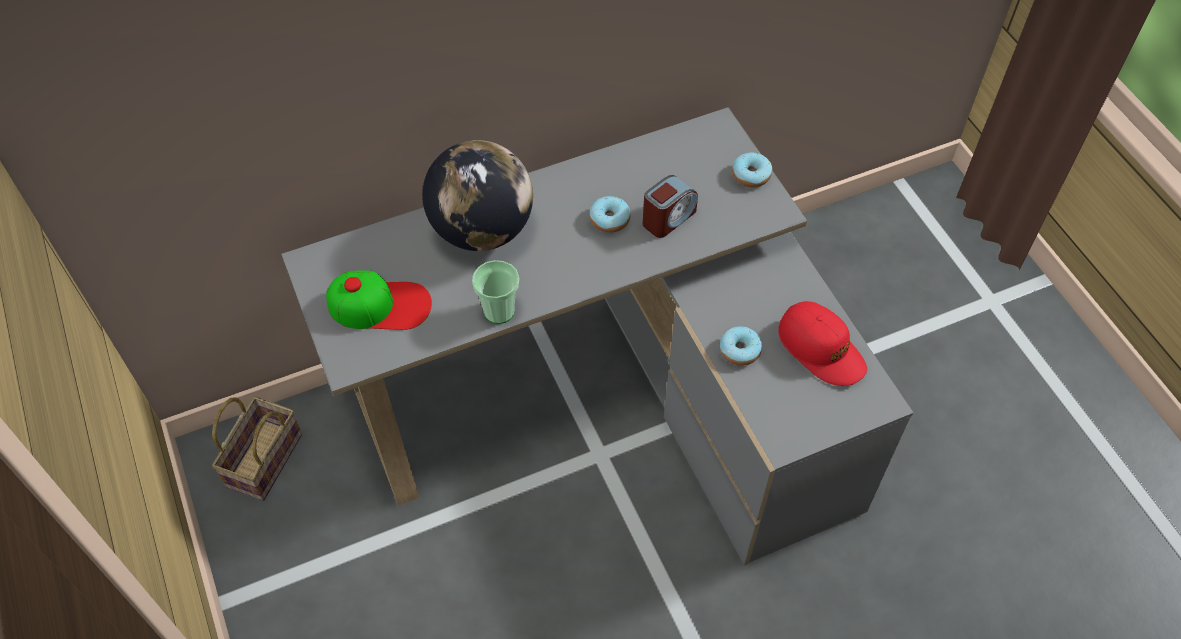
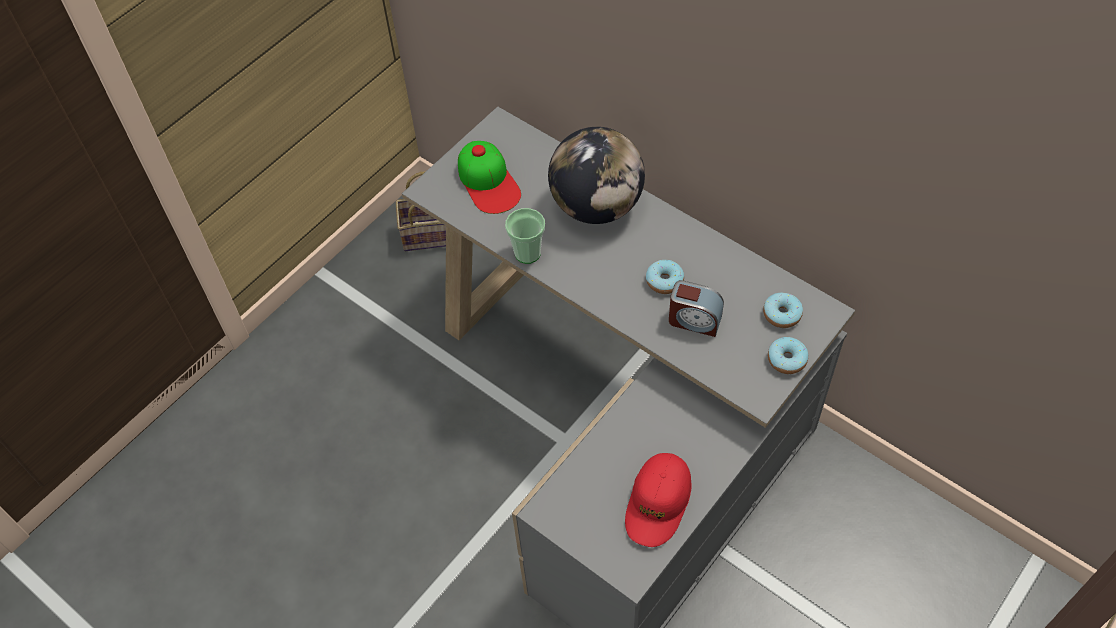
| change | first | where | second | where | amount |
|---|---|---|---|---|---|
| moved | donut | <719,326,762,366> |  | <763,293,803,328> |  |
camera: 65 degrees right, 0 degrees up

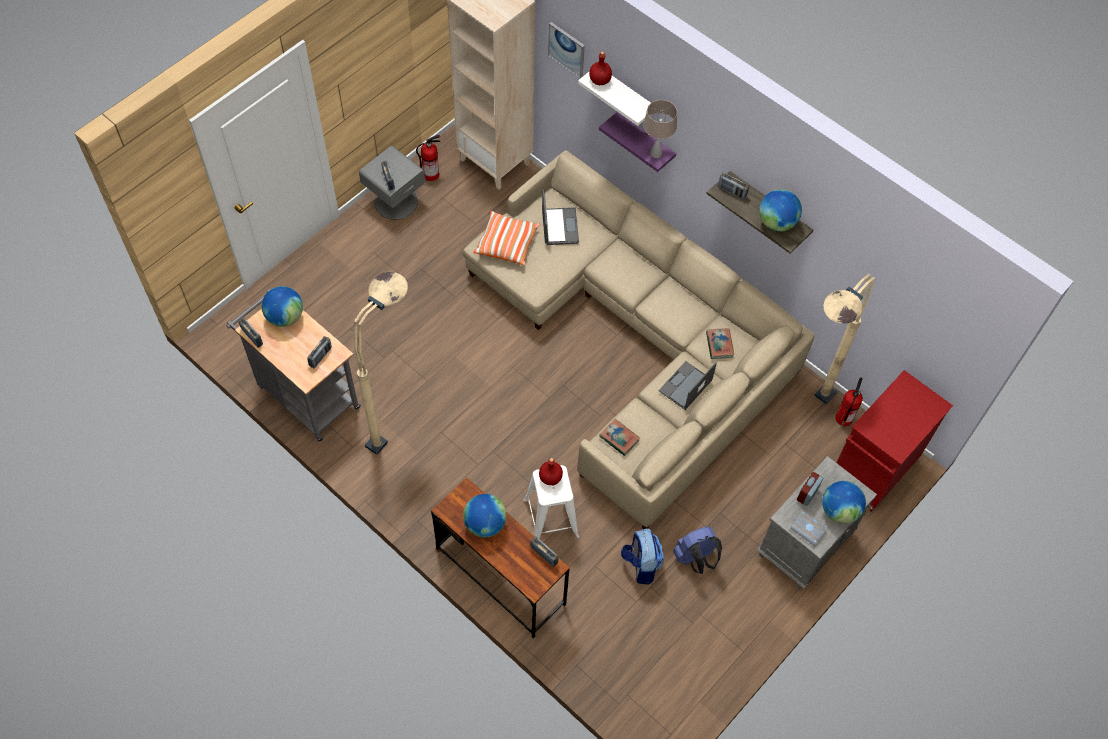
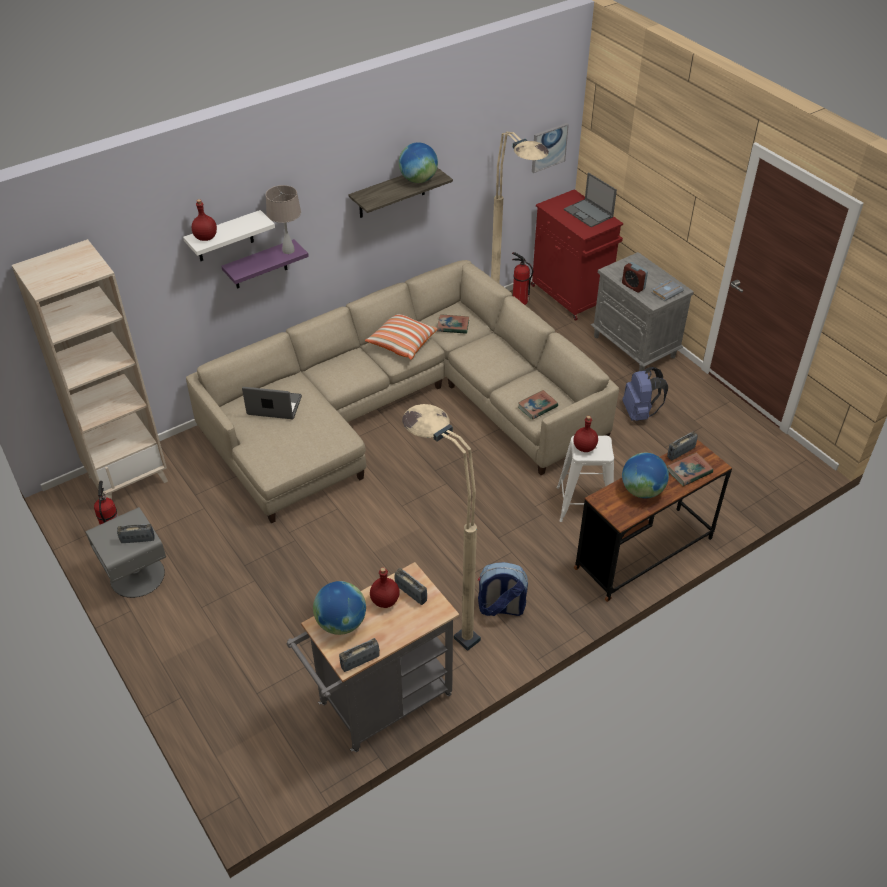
| change | first | where | second | where | amount |
|---|---|---|---|---|---|
| moved | pillow | <473,211,540,265> |  | <365,314,438,360> |  |
| moved | wall art | <548,22,585,78> |  | <532,123,569,173> |  |
| moved | knapsack | <621,529,664,585> |  | <478,562,528,616> |  |
| moved | notebook computer | <659,361,717,410> |  | <564,173,617,227> |  |
| removed | radio receiver | <718,172,749,200> |  |  |  |
| removed | desk globe | <822,481,866,524> |  |  |  |
| added |  |  | bottle in red | <370,567,400,608> |  |
| added |  |  | book | <668,452,713,486> |  |
camera: 75 degrees left, 15 degrees down

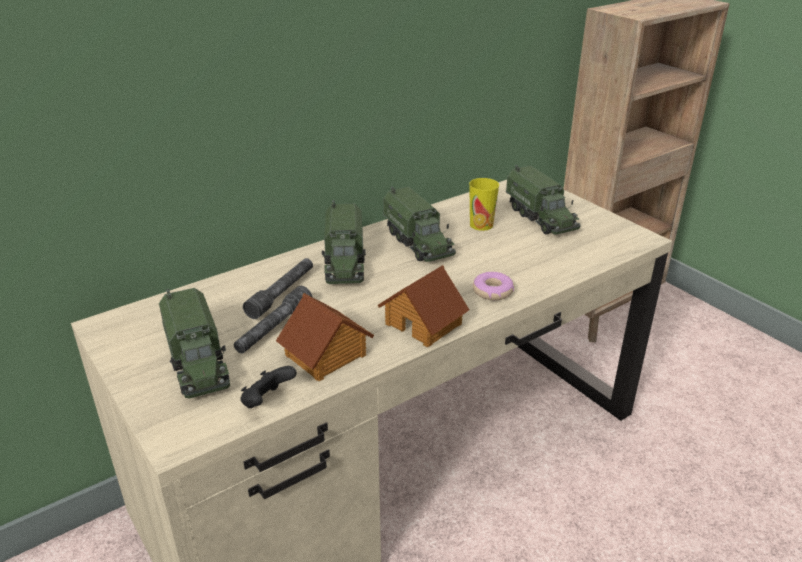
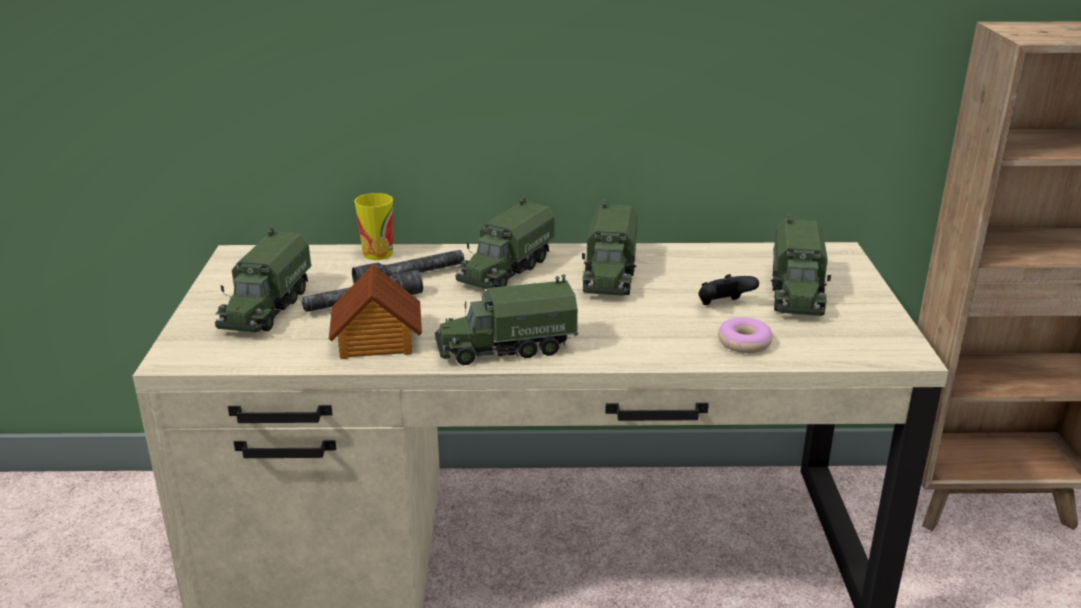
| change | first | where | second | where | amount |
|---|---|---|---|---|---|
| moved | joypad in black | <240,366,297,408> |  | <698,274,759,305> |  |
| replaced | miniature house | <377,265,469,347> | model truck | <435,274,578,365> |  |
| moved | cup | <469,178,499,231> |  | <354,193,393,260> |  |
| moved | donut | <473,272,514,301> |  | <718,317,773,353> |  |
camera: 35 degrees right, 5 degrees down

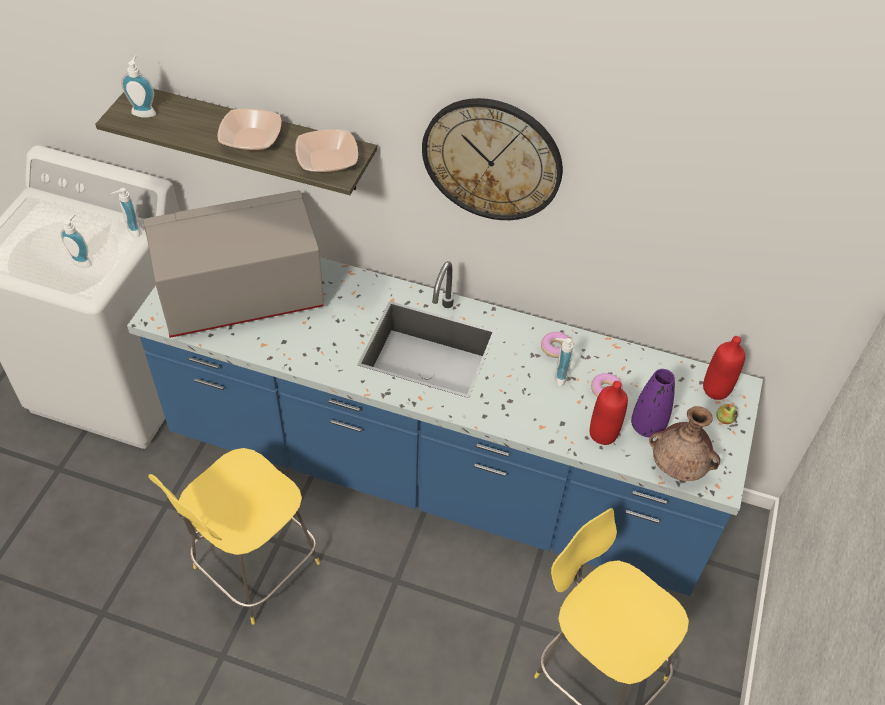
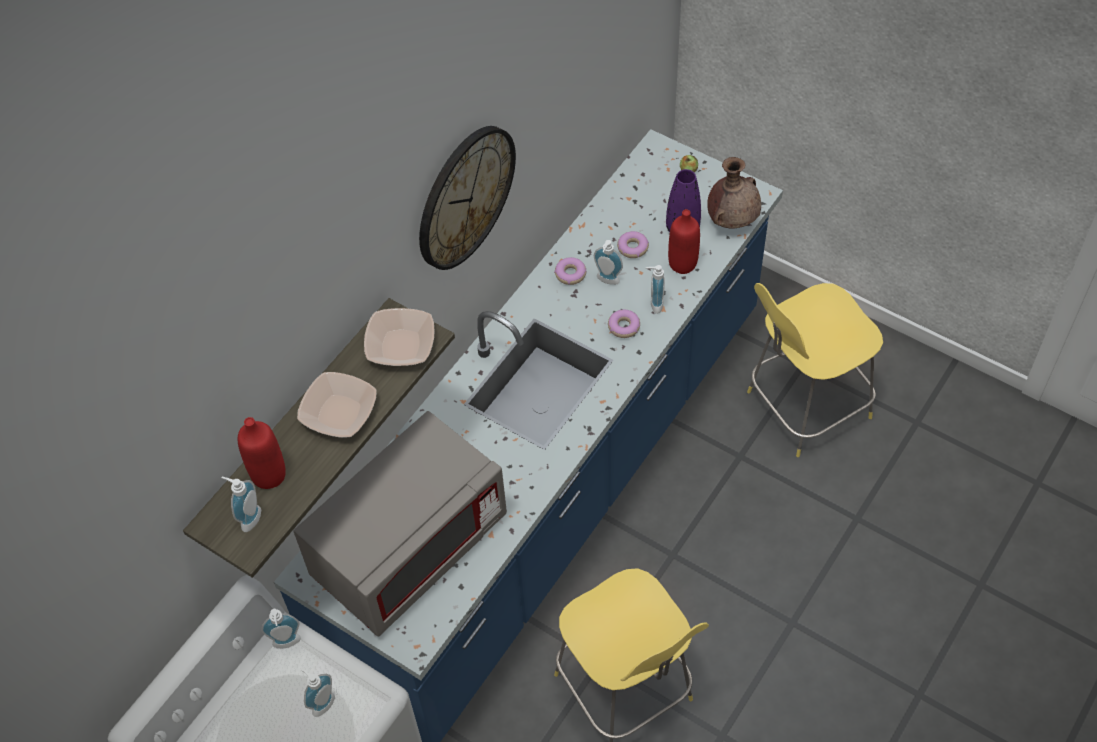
| change | first | where | second | where | amount |
|---|---|---|---|---|---|
| turned | kitchen microwave in gray | <143,190,324,338> |  | <293,411,507,636> | 135 degrees counterclockwise |
| moved | bottle in red | <703,336,745,400> |  | <238,417,286,489> |  |
| added |  |  | donut | <608,310,640,338> |  |
| added |  |  | liquid soap bottle | <646,265,665,314> |  |
camera: 70 degrees left, 5 degrees up

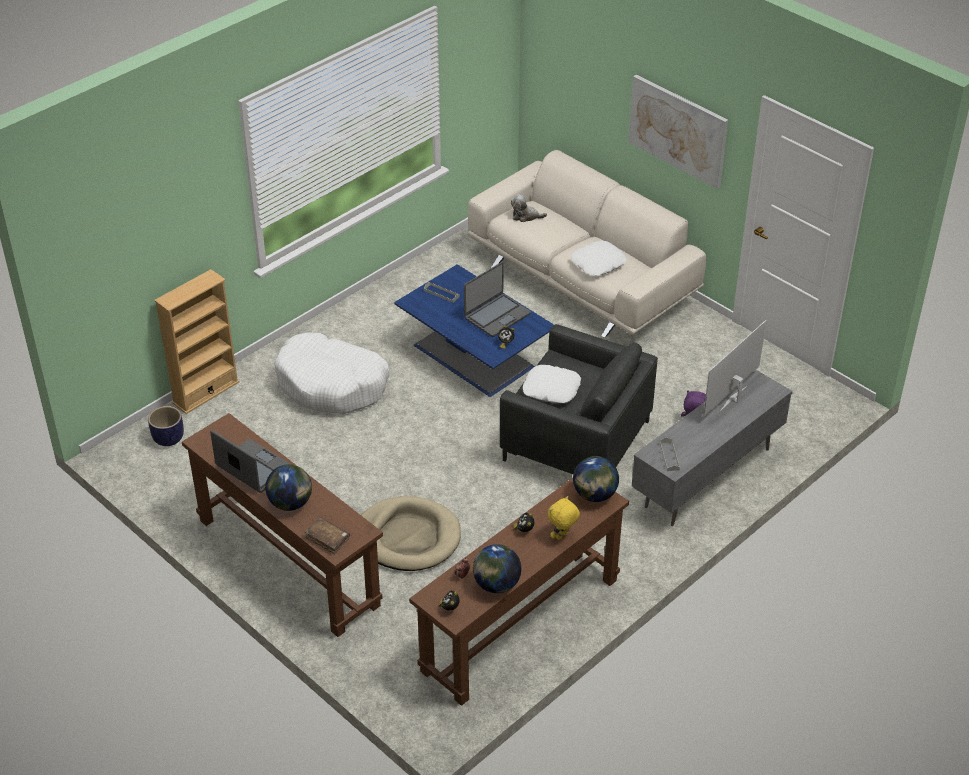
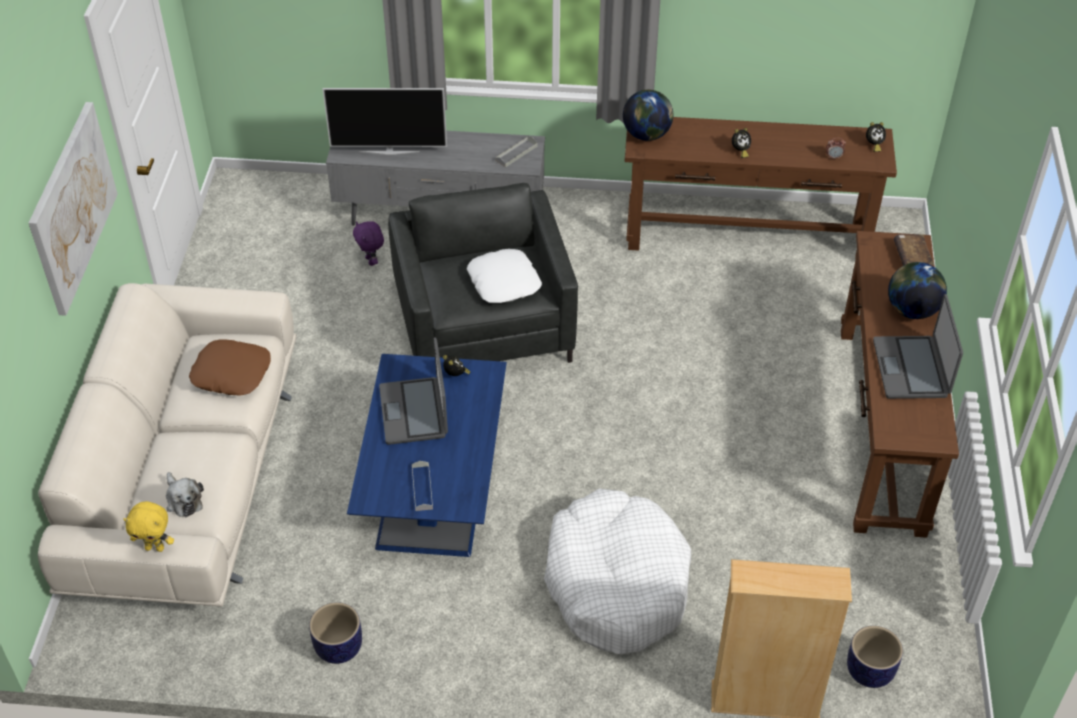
| change | first | where | second | where | amount |
|---|---|---|---|---|---|
| removed | dog bed in sand-coloured | <361,496,461,571> |  |  |  |
| turned | notebook computer | <464,262,531,337> |  | <379,337,448,445> | 105 degrees counterclockwise |
| removed | desk globe | <473,544,521,593> |  |  |  |
| moved | plush toy in yellowish | <548,496,580,540> |  | <123,501,174,552> |  |
| recoloured | pillow in whitish | <571,241,627,276> | pillow in brown | <189,339,271,396> |  |
| added |  |  | planter | <309,602,362,664> |  |
camera: 130 degrees left, 5 degrees up

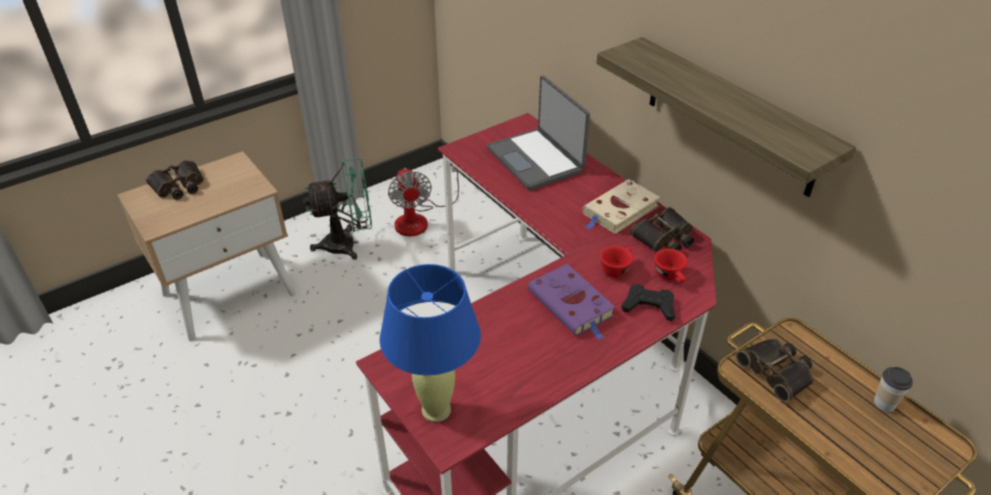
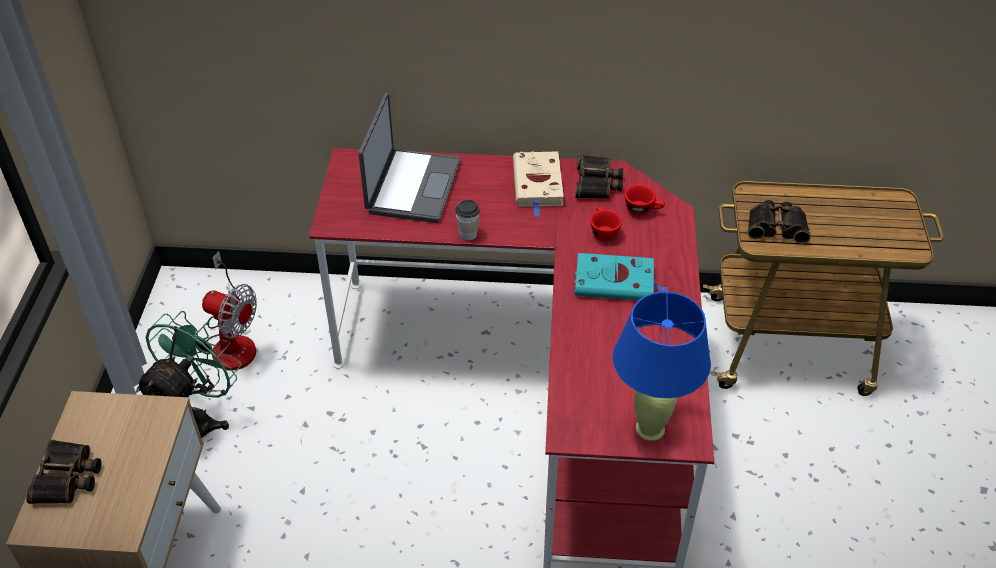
| change | first | where | second | where | amount |
|---|---|---|---|---|---|
| turned | notebook computer | <487,75,590,190> |  | <358,93,460,223> | 90 degrees counterclockwise |
| recoloured | book in purple | <528,264,615,340> | book in turquoise | <574,253,668,300> |  |
| removed | shelf | <596,37,856,197> |  |  |  |
| removed | joypad in black | <621,284,676,321> |  |  |  |
| moved | cup | <874,367,913,412> |  | <455,200,480,240> |  |
camera: 50 degrees left, 5 degrees up

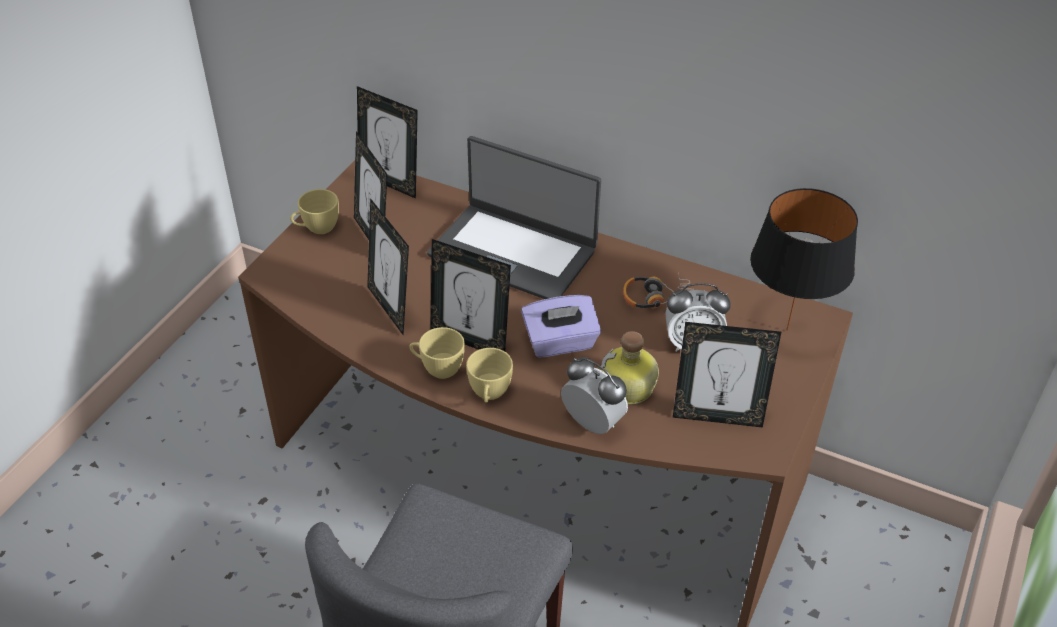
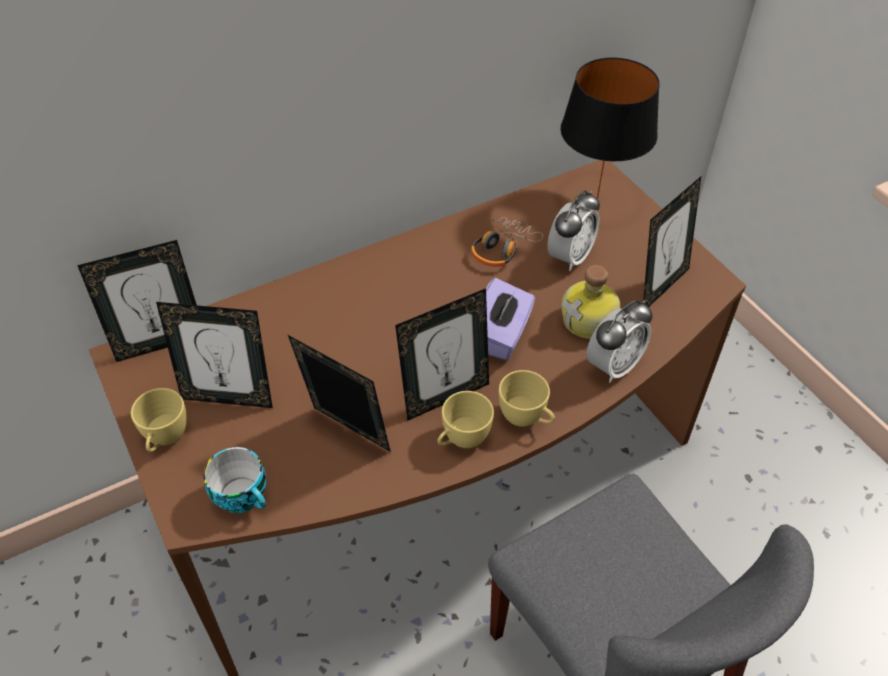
| change | first | where | second | where | amount |
|---|---|---|---|---|---|
| turned | photo frame | <367,198,409,335> |  | <288,335,391,452> | 150 degrees counterclockwise |
| removed | notebook computer | <427,136,601,299> |  |  |  |
| turned | table clock | <561,357,628,434> |  | <587,300,653,383> | 150 degrees clockwise |
| added |  |  | cup | <203,447,266,513> |  |
camera: 55 degrees left, 5 degrees up

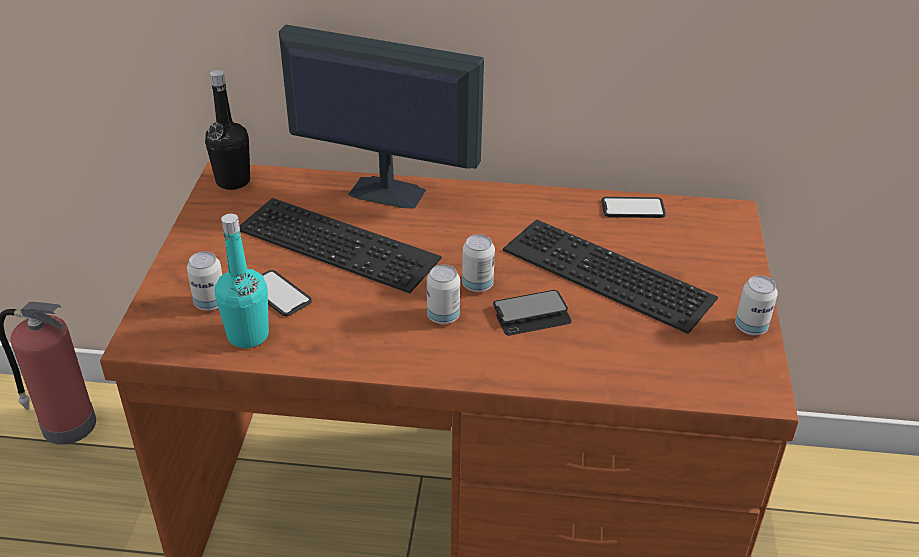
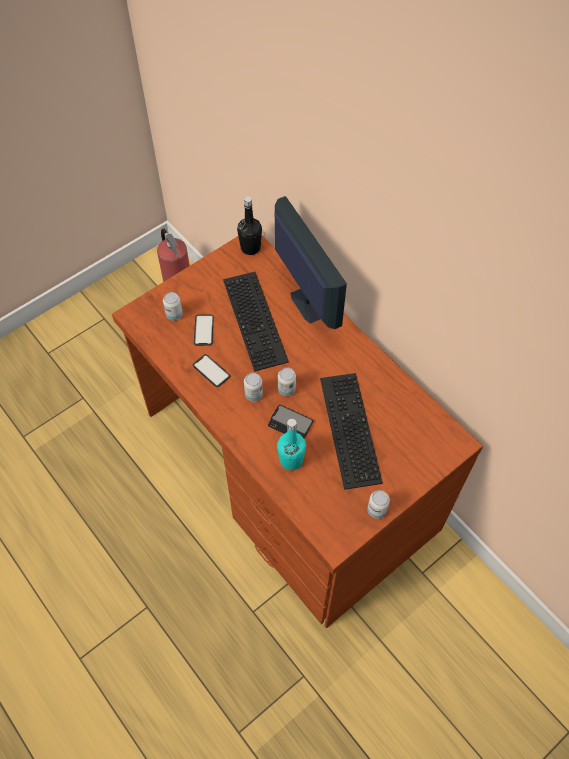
| change | first | where | second | where | amount |
|---|---|---|---|---|---|
| moved | bottle in turquoise | <214,214,269,348> |  | <277,419,306,470> |  |
| moved | handset | <601,197,666,218> |  | <193,354,230,387> |  |
camera: 45 degrees right, 20 degrees up

